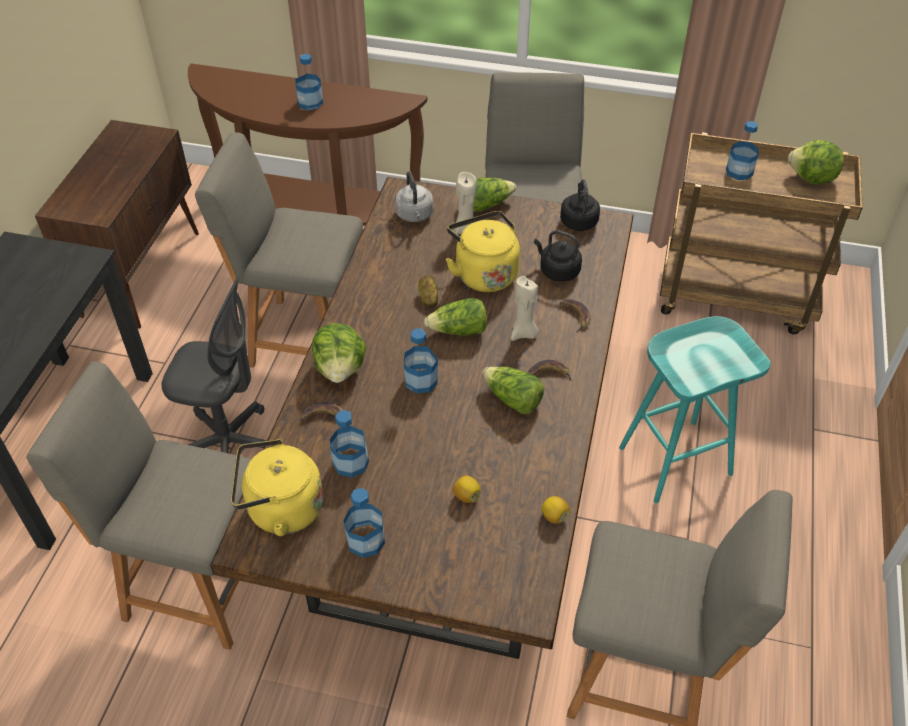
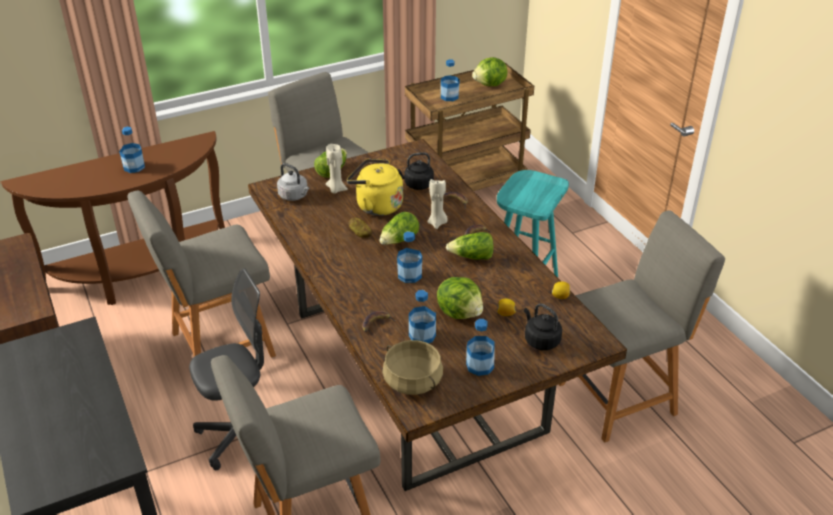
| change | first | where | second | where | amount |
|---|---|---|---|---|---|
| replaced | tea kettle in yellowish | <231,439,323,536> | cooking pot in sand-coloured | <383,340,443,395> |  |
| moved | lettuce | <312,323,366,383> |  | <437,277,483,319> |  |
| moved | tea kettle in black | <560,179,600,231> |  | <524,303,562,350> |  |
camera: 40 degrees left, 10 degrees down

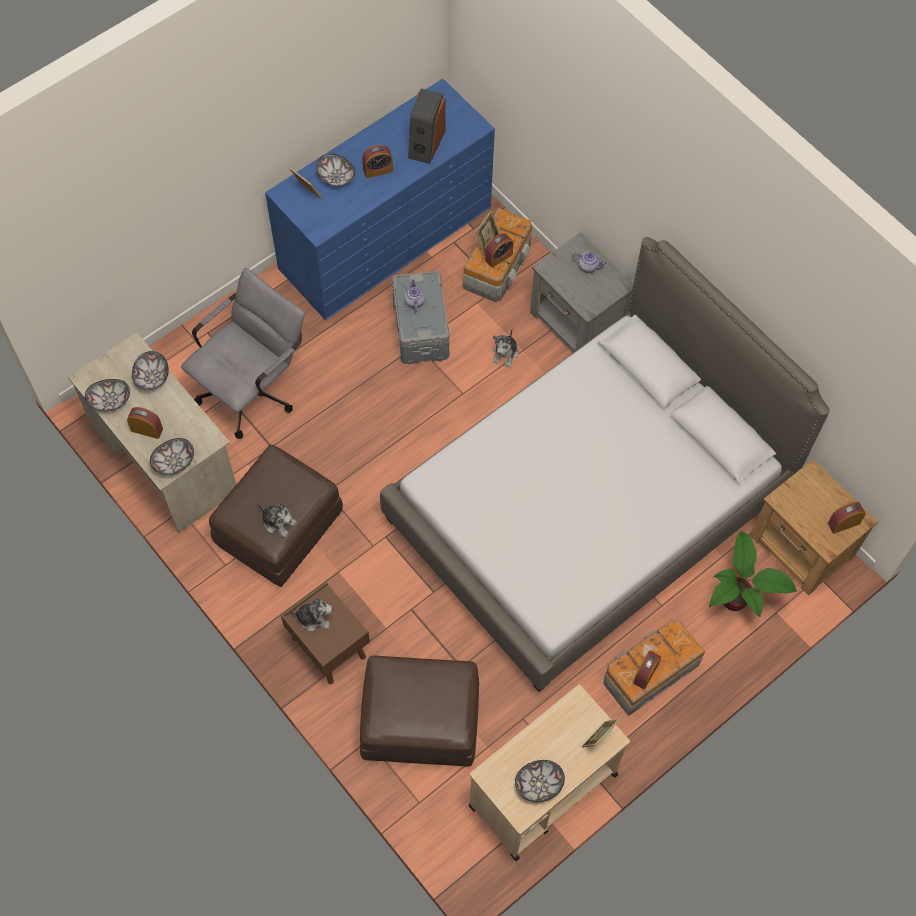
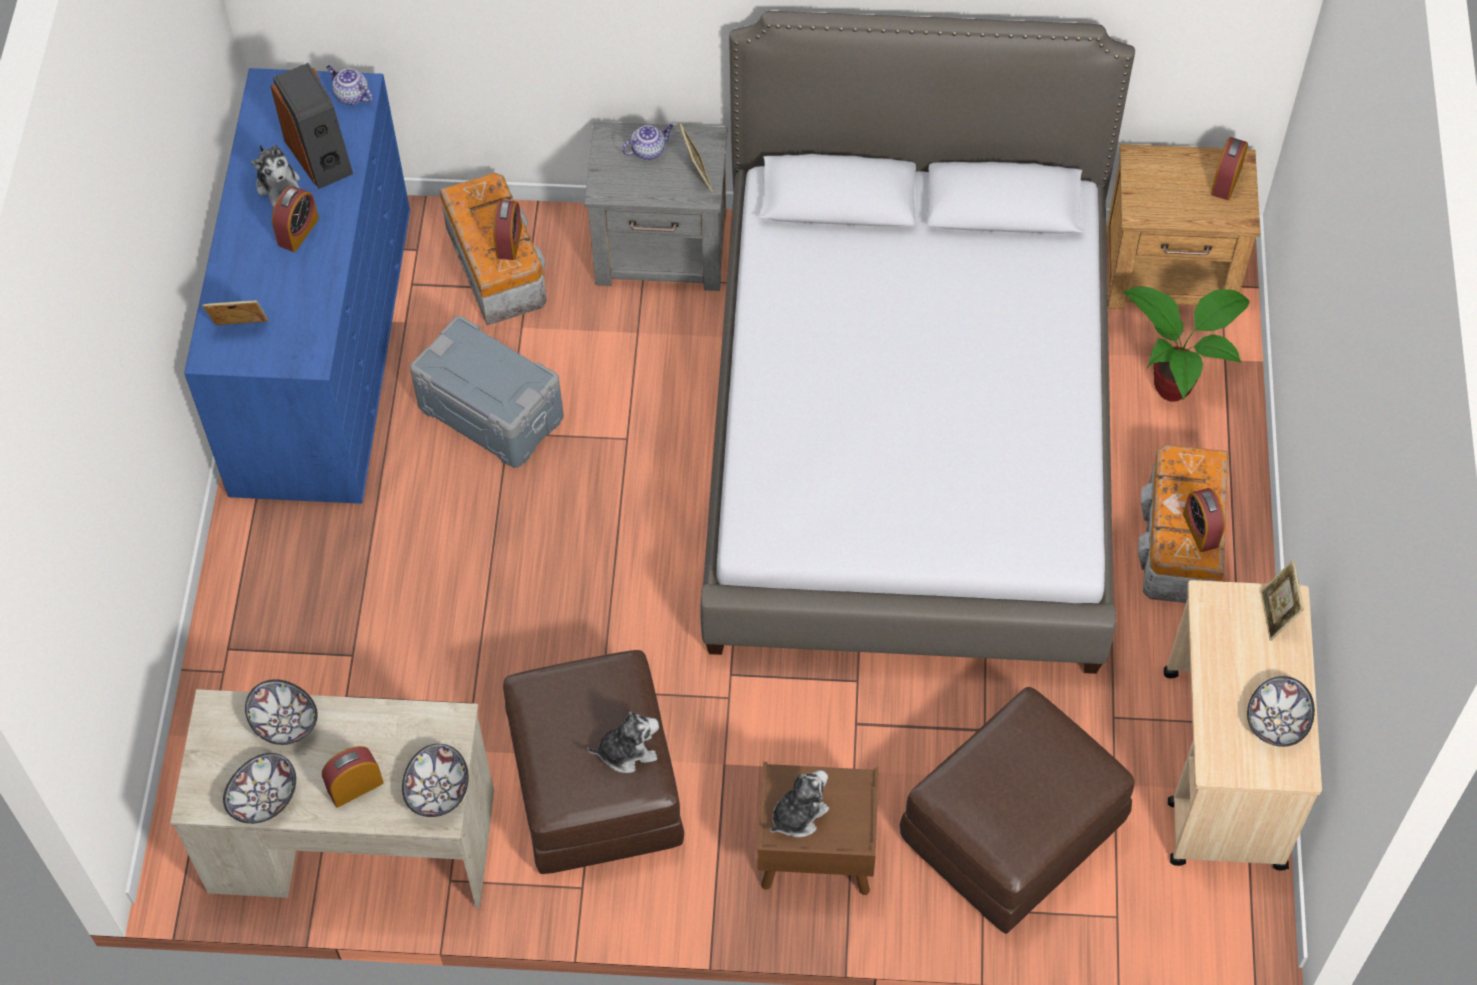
| change | first | where | second | where | amount |
|---|---|---|---|---|---|
| removed | computer chair in gray | <181,268,305,439> |  |  |  |
| removed | bowl | <316,154,355,187> |  |  |  |
| moved | teapot | <404,280,425,312> |  | <326,65,372,105> |  |
| moved | photo frame | <476,211,499,256> |  | <679,123,713,192> |  |
| moved | plush toy | <493,329,518,368> |  | <251,144,300,207> |  |
camera: 45 degrees left, 5 degrees down

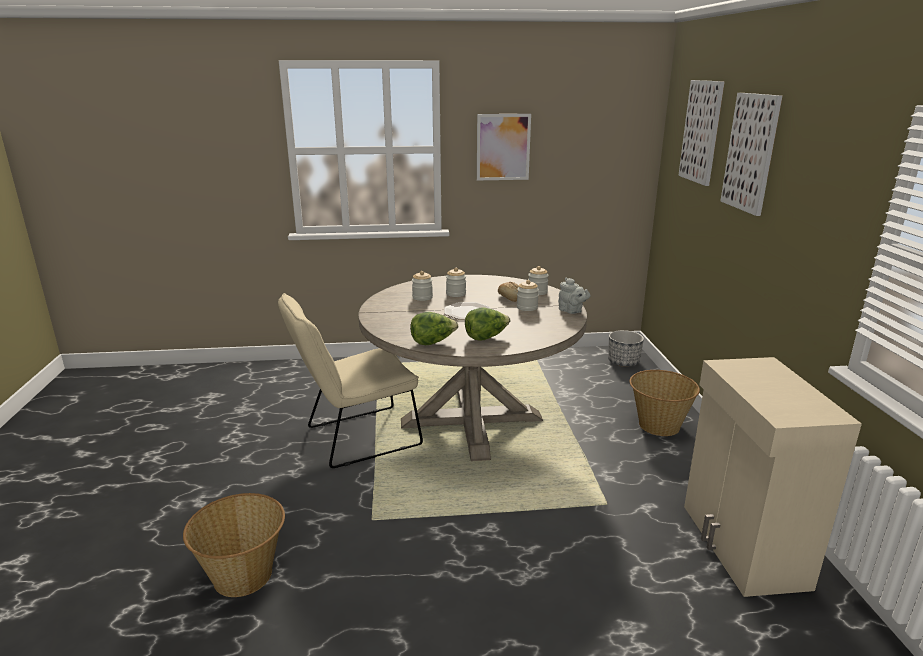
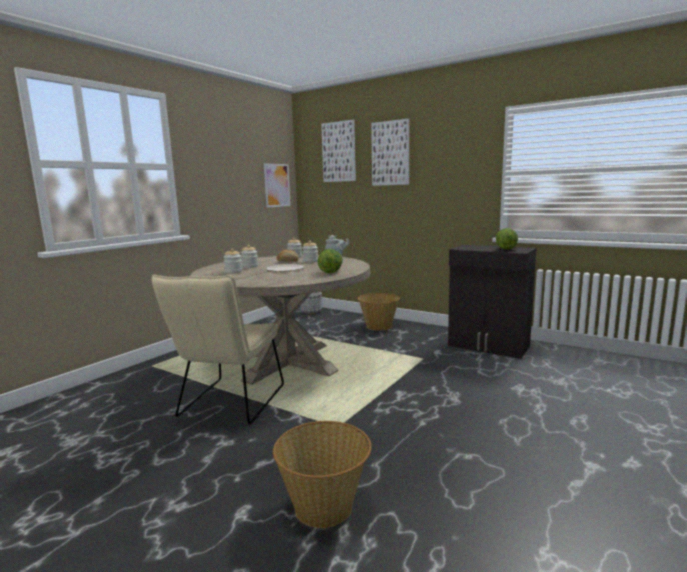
| change | first | where | second | where | amount |
|---|---|---|---|---|---|
| moved | lettuce | <410,312,458,345> |  | <496,228,518,250> |  |
| moved | wall art | <477,114,531,180> |  | <264,163,291,208> |  |
| recoloured | cabinet in sand-coloured | <684,357,862,597> | cabinet in black | <448,245,536,359> |  |
camera: 50 degrees left, 10 degrees down

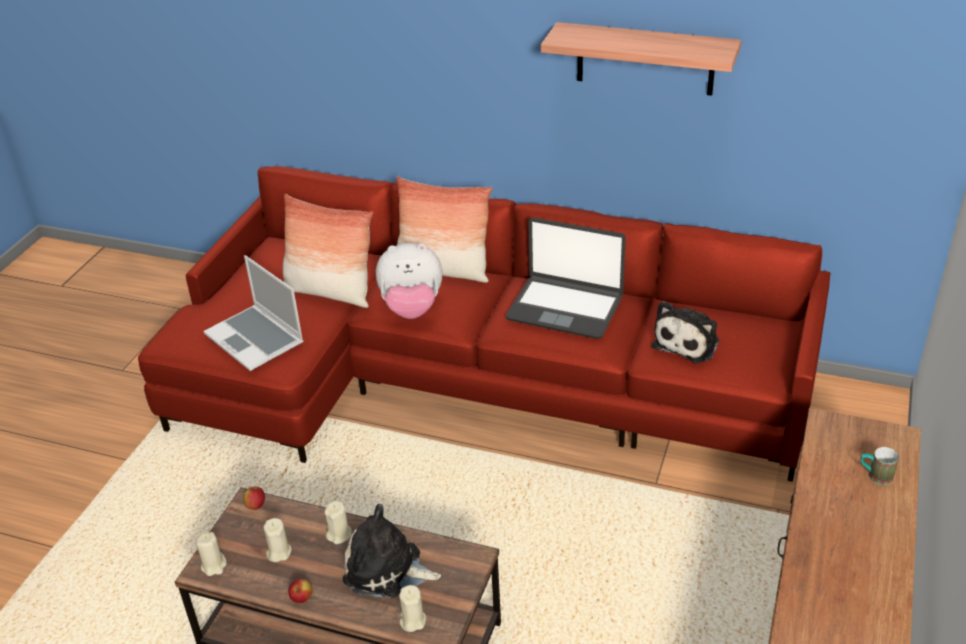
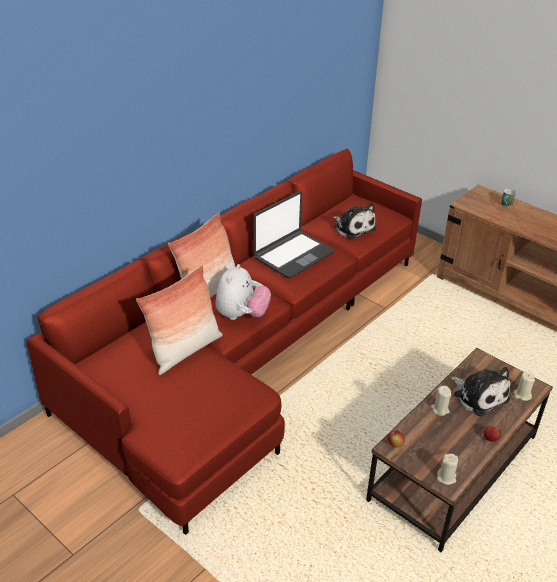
| change | first | where | second | where | amount |
|---|---|---|---|---|---|
| removed | notebook computer | <204,255,304,371> |  |  |  |
| removed | candle in sand-coloured | <263,518,292,562> |  |  |  |
| turned | plush toy | <343,504,441,598> |  | <450,367,510,417> | 75 degrees counterclockwise |
| removed | shelf | <541,22,741,96> |  |  |  |
camera: 70 degrees left, 0 degrees up

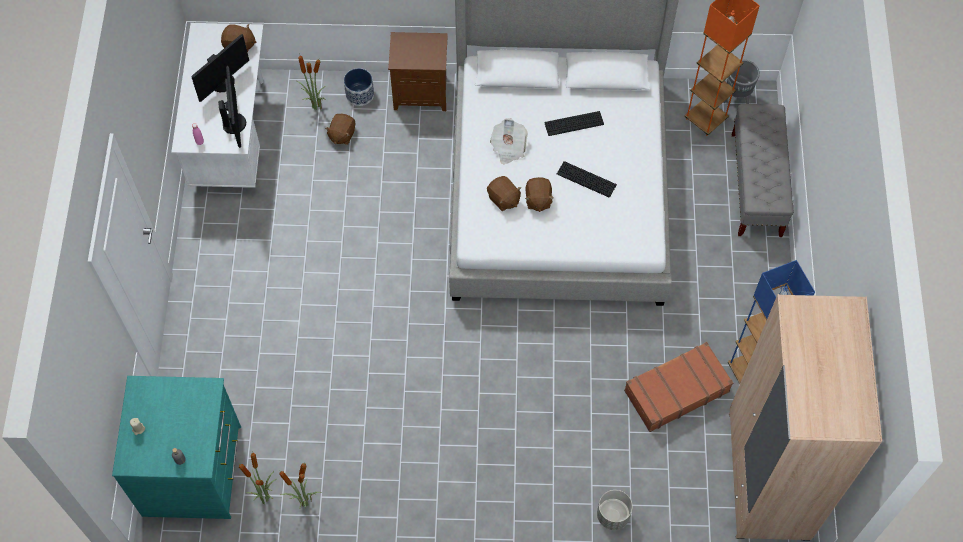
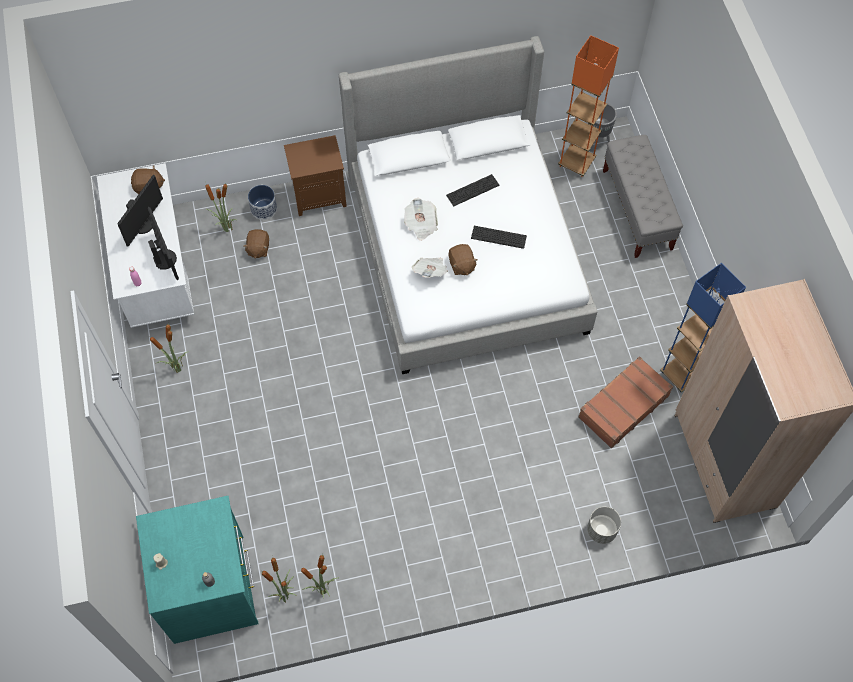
| change | first | where | second | where | amount |
|---|---|---|---|---|---|
| replaced | plush toy in brown | <487,176,522,211> | newspaper | <412,258,448,278> |  |
| added |  |  | potted plant | <148,324,189,373> |  |
camera: 15 degrees left, 0 degrees up

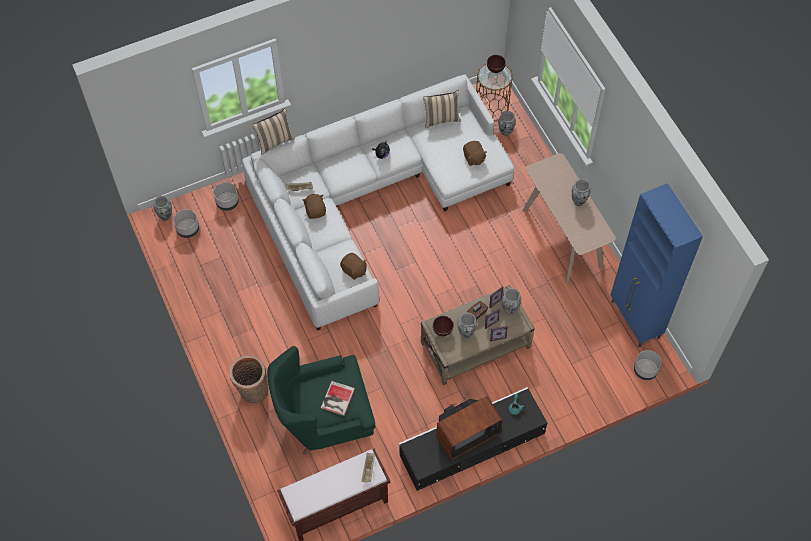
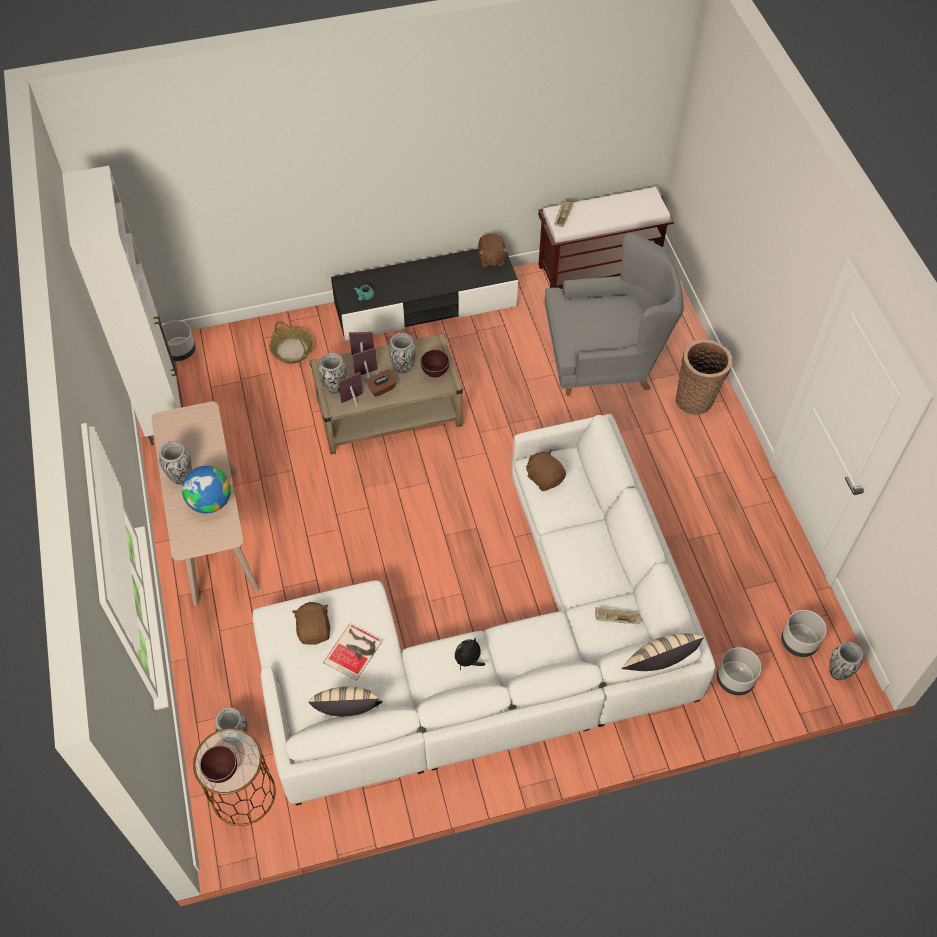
| change | first | where | second | where | amount |
|---|---|---|---|---|---|
| recoloured | lounge chair in green-coloured | <267,346,375,455> | lounge chair in gray | <544,233,684,396> |  |
| moved | plush toy in brown | <303,194,326,219> |  | <478,234,508,267> |  |
| moved | book | <321,381,355,416> |  | <323,624,382,681> |  |
| removed | TV | <436,390,503,460> |  |  |  |
| recoloured | cabinet in blue | <611,183,703,347> | cabinet in whitish | <62,166,181,445> |  |
| added |  |  | desk globe | <182,466,231,514> |  |
| added |  |  | household basket | <269,321,314,364> |  |
camera: 170 degrees left, 5 degrees down

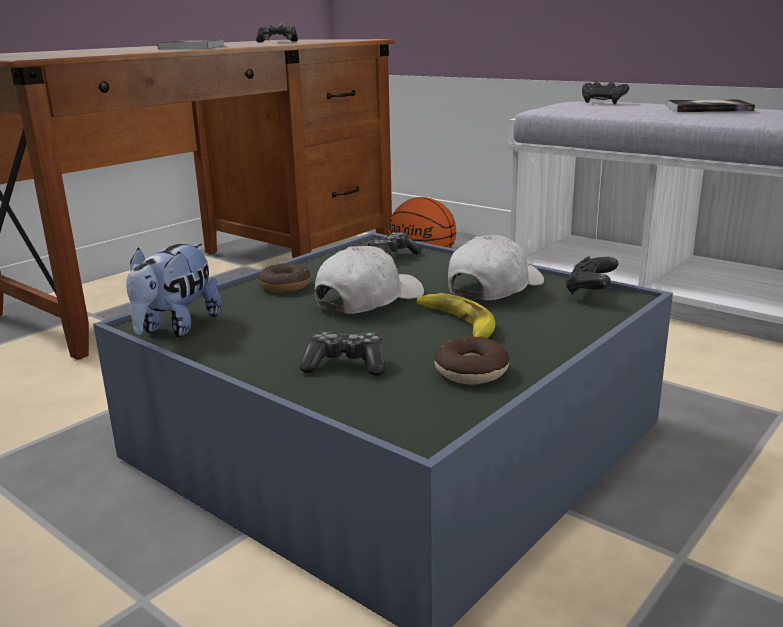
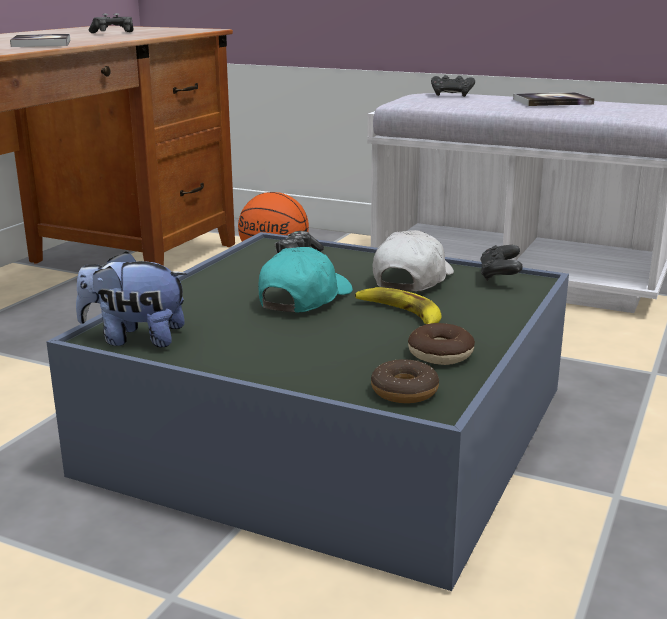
| change | first | where | second | where | amount |
|---|---|---|---|---|---|
| turned | plush toy | <126,243,222,337> |  | <76,251,187,347> | 90 degrees clockwise |
| moved | donut | <258,263,311,293> |  | <371,359,439,403> |  |
| removed | joypad | <300,331,385,376> |  |  |  |
| recoloured | baseball cap in whitish | <315,246,424,314> | baseball cap in turquoise | <258,247,353,313> |  |
camera: 15 degrees left, 0 degrees up

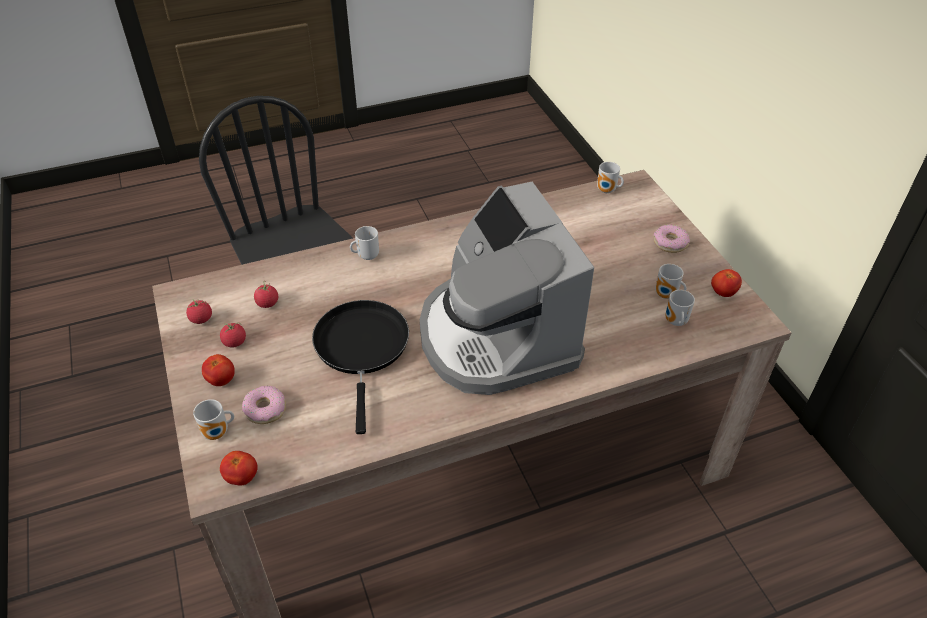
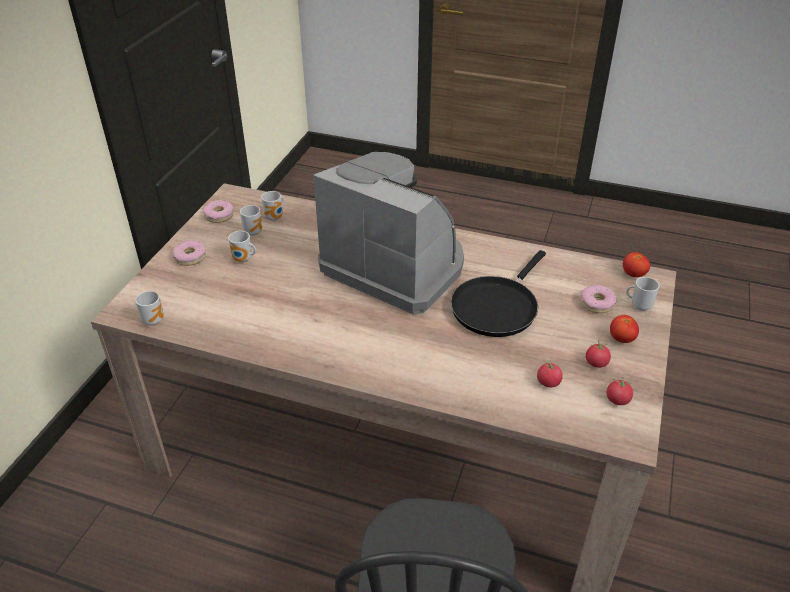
| change | first | where | second | where | amount |
|---|---|---|---|---|---|
| moved | tea mug | <350,226,379,260> |  | <228,231,256,262> |  |
| turned | coffee brewer | <420,182,594,395> |  | <314,152,464,314> | 75 degrees counterclockwise |
| replaced | whole tomato | <711,269,742,297> | donut | <203,200,234,223> |  |
camera: 140 degrees left, 5 degrees down

